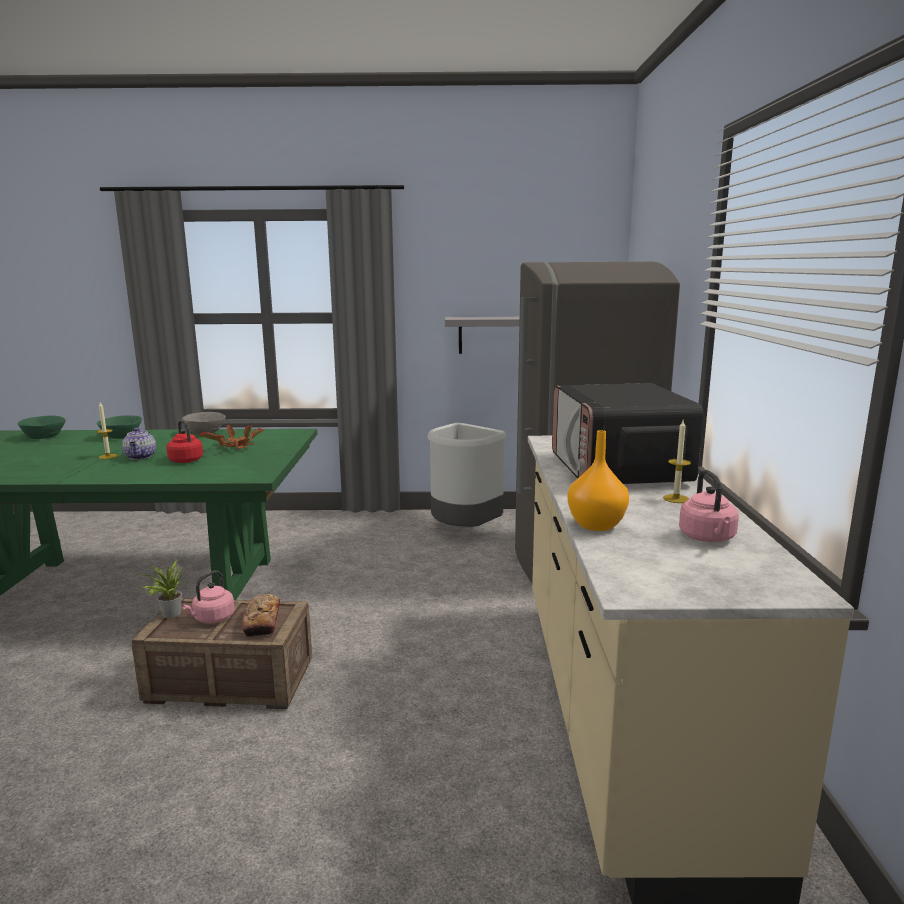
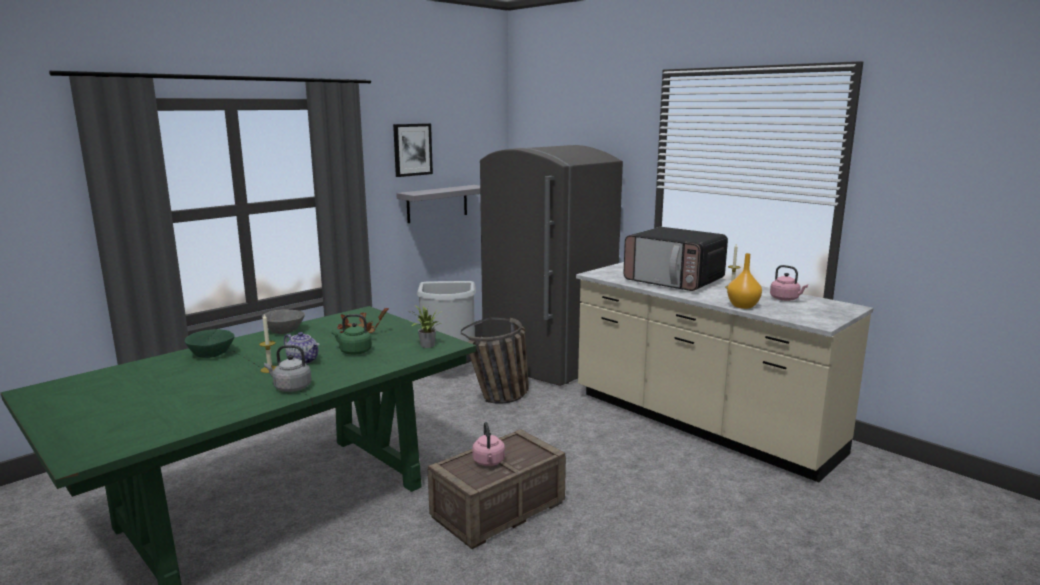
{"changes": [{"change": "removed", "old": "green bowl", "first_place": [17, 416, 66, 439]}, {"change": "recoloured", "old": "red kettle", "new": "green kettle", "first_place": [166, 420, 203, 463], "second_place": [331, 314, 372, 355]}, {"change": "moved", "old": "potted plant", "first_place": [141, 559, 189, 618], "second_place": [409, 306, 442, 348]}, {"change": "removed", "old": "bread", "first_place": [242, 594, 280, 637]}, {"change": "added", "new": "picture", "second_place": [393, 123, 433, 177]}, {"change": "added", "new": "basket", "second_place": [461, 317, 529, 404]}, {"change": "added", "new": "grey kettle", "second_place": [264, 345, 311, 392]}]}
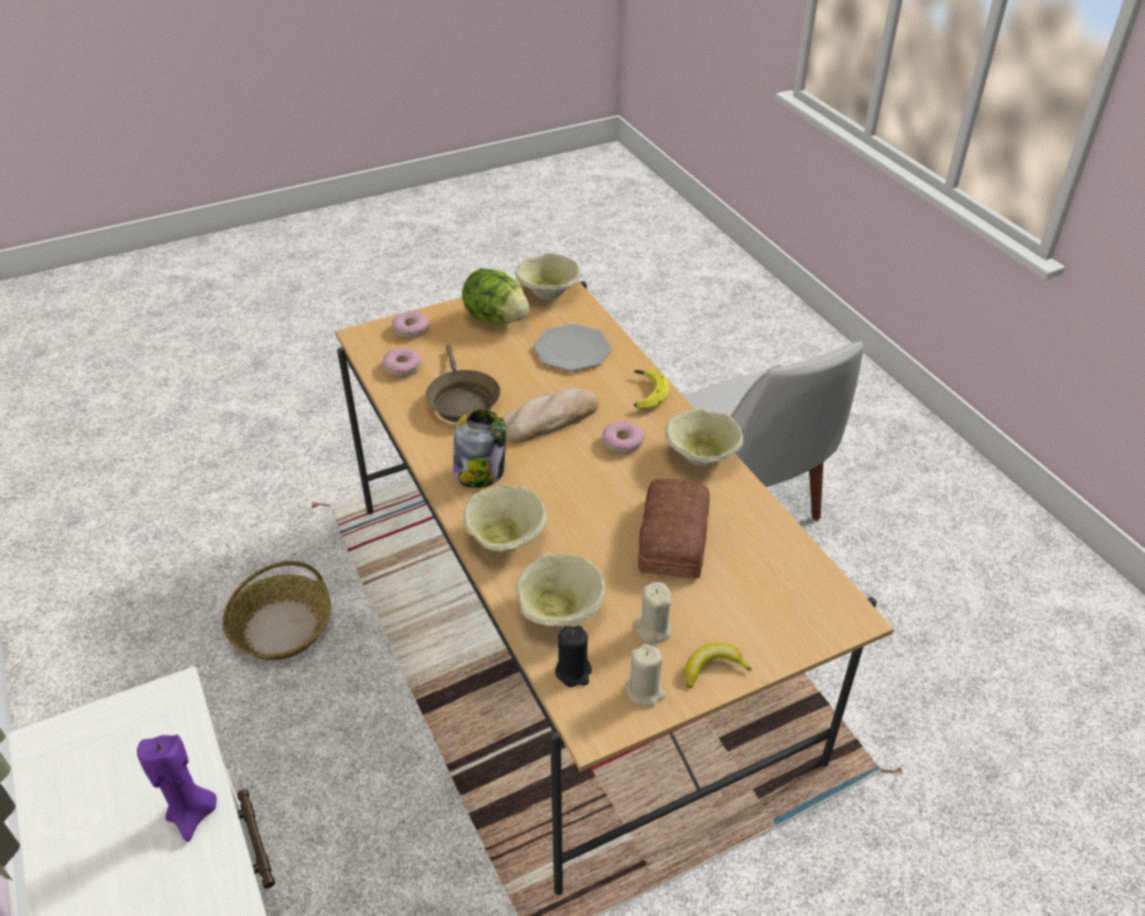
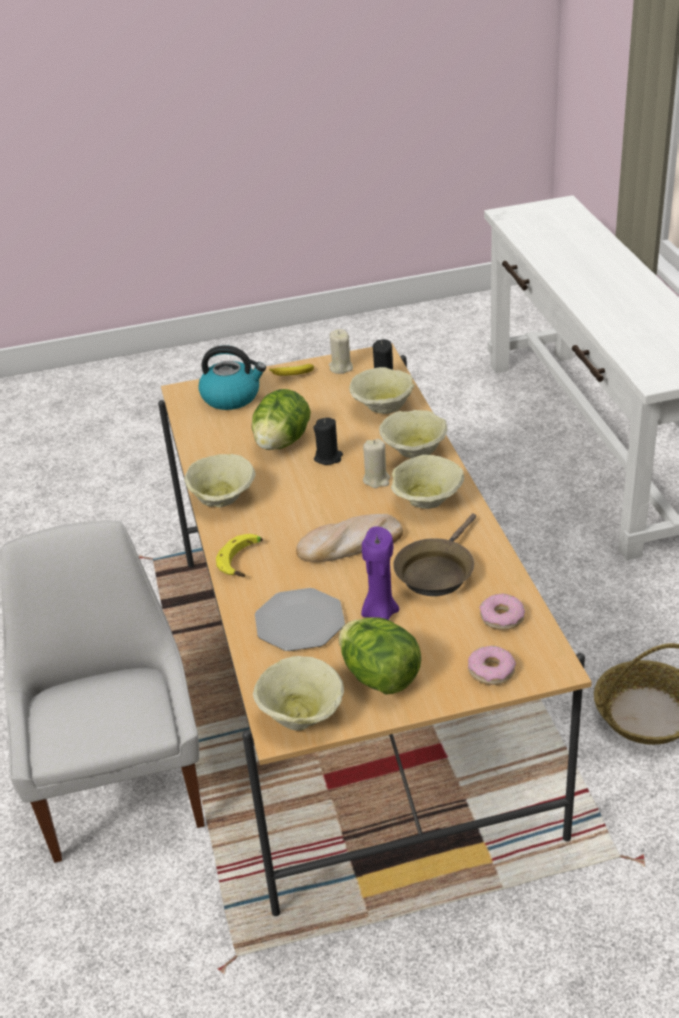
{"changes": [{"change": "turned", "old": "brown frying pan", "first_place": [426, 345, 500, 423], "second_place": [393, 513, 476, 596], "degrees": -150}, {"change": "replaced", "old": "jar", "new": "beige bowl", "first_place": [453, 409, 506, 488], "second_place": [391, 455, 464, 509]}, {"change": "removed", "old": "donut", "first_place": [602, 421, 644, 454]}, {"change": "replaced", "old": "bread", "new": "lettuce", "first_place": [638, 479, 710, 578], "second_place": [252, 389, 311, 450]}, {"change": "moved", "old": "beige candle", "first_place": [635, 582, 671, 644], "second_place": [363, 439, 390, 488]}, {"change": "moved", "old": "purple candle", "first_place": [137, 735, 217, 842], "second_place": [361, 526, 399, 620]}, {"change": "added", "new": "kettle", "second_place": [198, 345, 266, 410]}, {"change": "added", "new": "black candle", "second_place": [313, 418, 343, 465]}]}
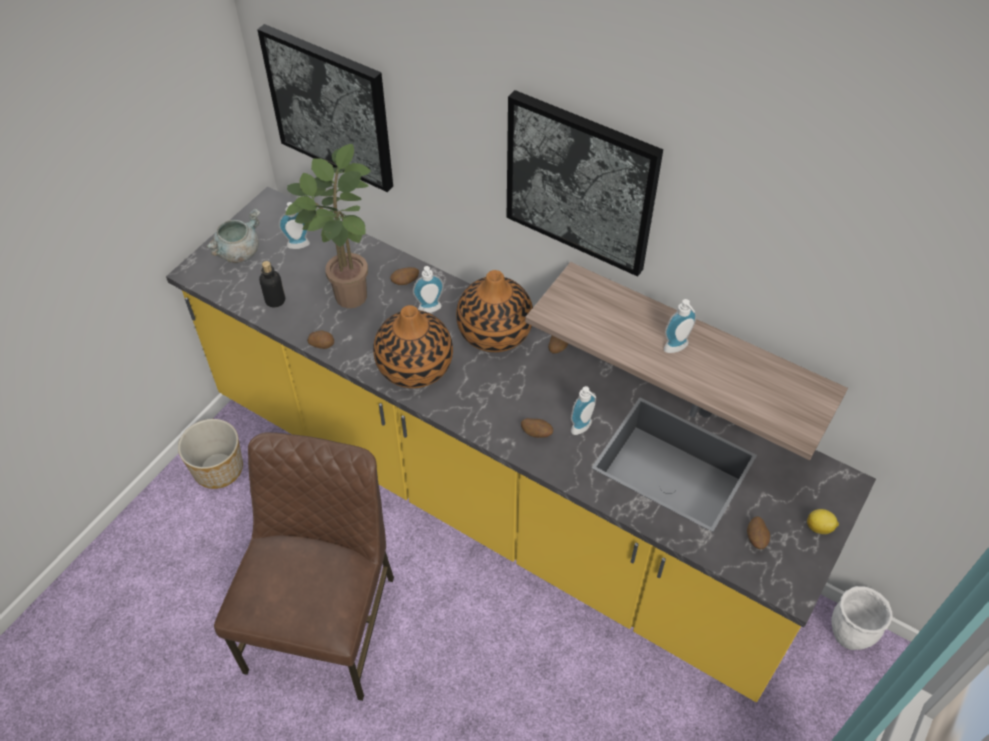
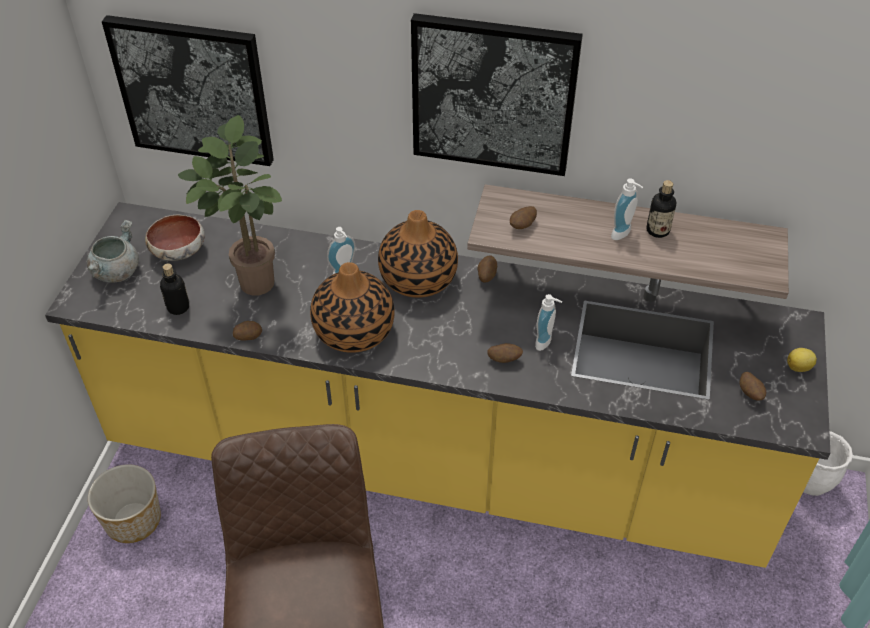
{"changes": [{"change": "replaced", "old": "soap dispenser", "new": "bowl", "first_place": [279, 202, 310, 249], "second_place": [145, 215, 205, 261]}, {"change": "moved", "old": "potato", "first_place": [390, 267, 419, 285], "second_place": [510, 206, 537, 229]}, {"change": "added", "new": "bottle", "second_place": [646, 180, 676, 238]}]}
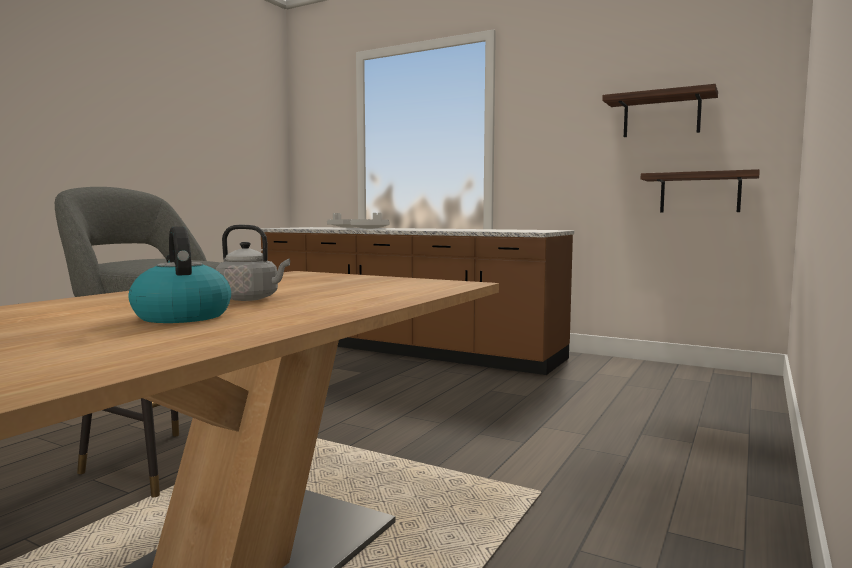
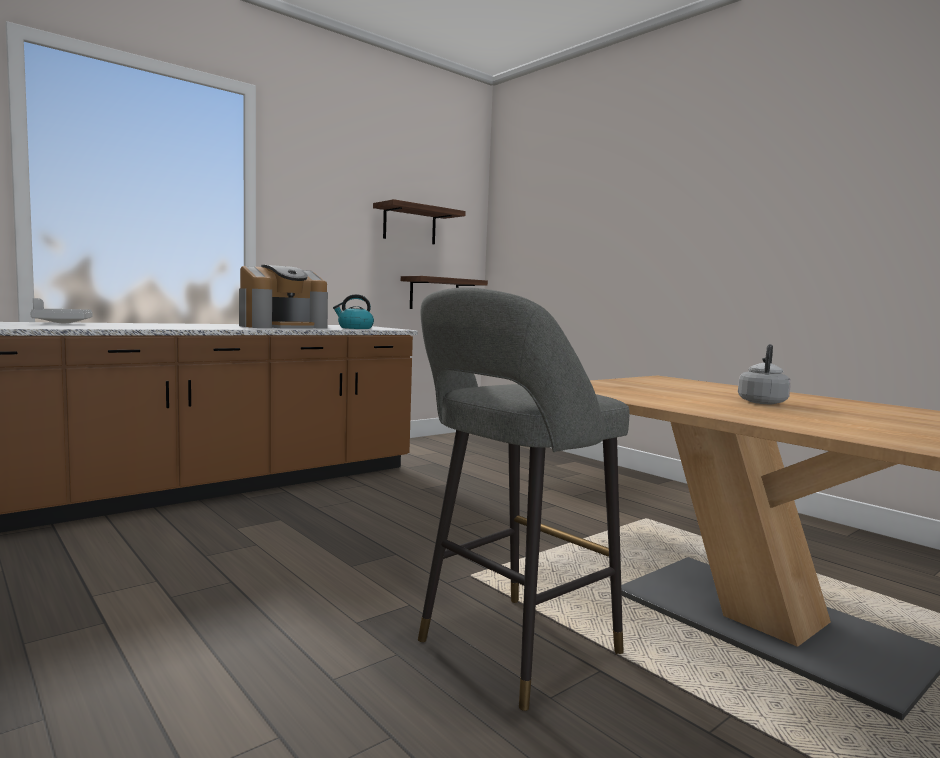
{"changes": [{"change": "removed", "old": "grey tray", "first_place": [350, 213, 390, 229]}, {"change": "moved", "old": "kettle", "first_place": [128, 226, 231, 323], "second_place": [333, 294, 374, 329]}, {"change": "added", "new": "coffee machine", "second_place": [239, 265, 328, 328]}]}
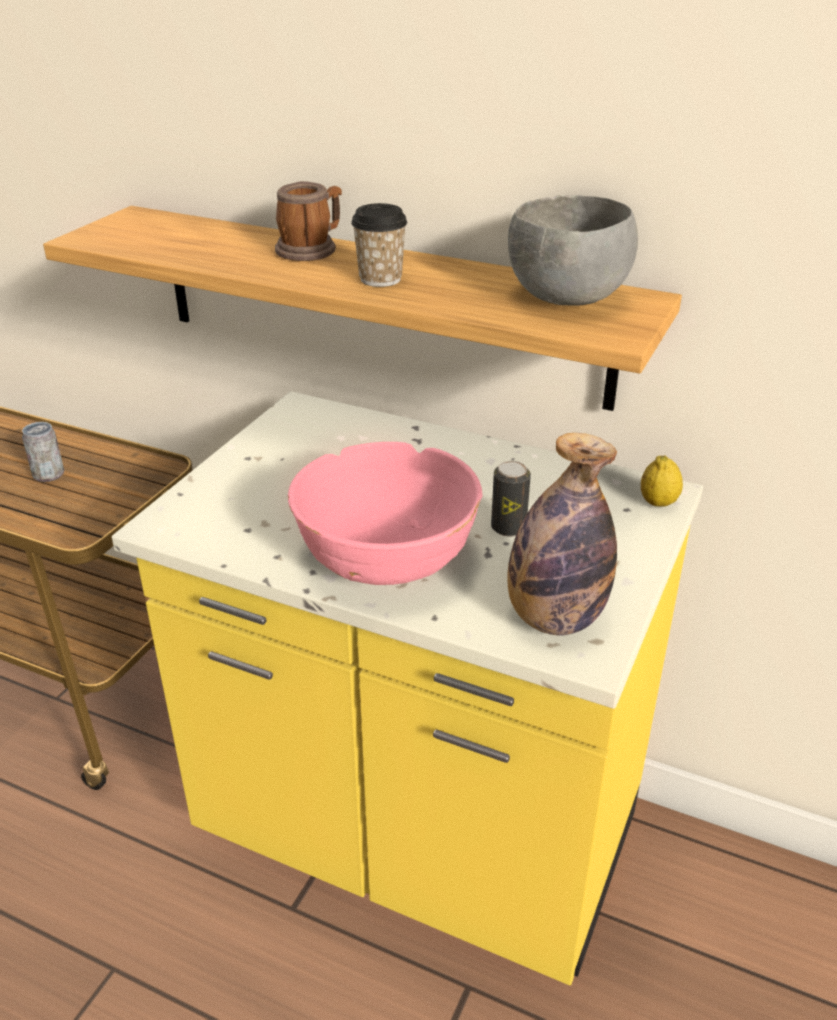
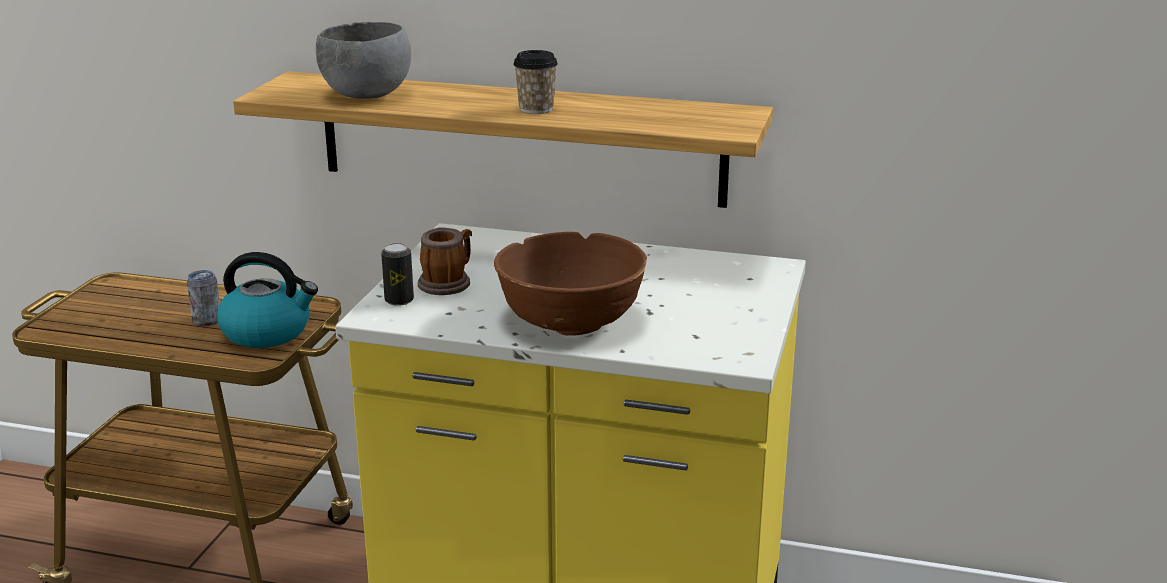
{"changes": [{"change": "moved", "old": "mug", "first_place": [275, 181, 342, 261], "second_place": [418, 227, 472, 295]}, {"change": "moved", "old": "grey bowl", "first_place": [508, 195, 638, 306], "second_place": [316, 22, 411, 99]}, {"change": "removed", "old": "bottle", "first_place": [507, 433, 617, 636]}, {"change": "recoloured", "old": "pink bowl", "new": "brown bowl", "first_place": [288, 442, 482, 585], "second_place": [494, 232, 647, 336]}, {"change": "removed", "old": "lemon", "first_place": [641, 456, 683, 506]}, {"change": "moved", "old": "can", "first_place": [491, 461, 531, 537], "second_place": [381, 243, 414, 306]}, {"change": "added", "new": "kettle", "second_place": [217, 252, 318, 348]}]}
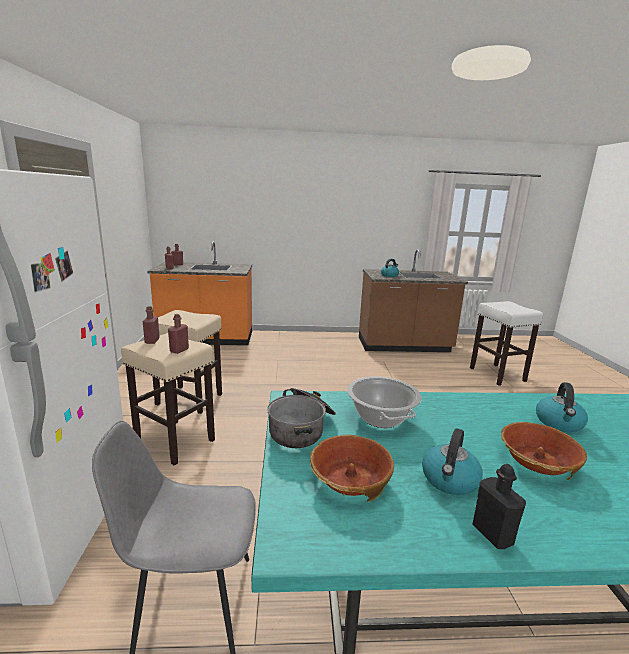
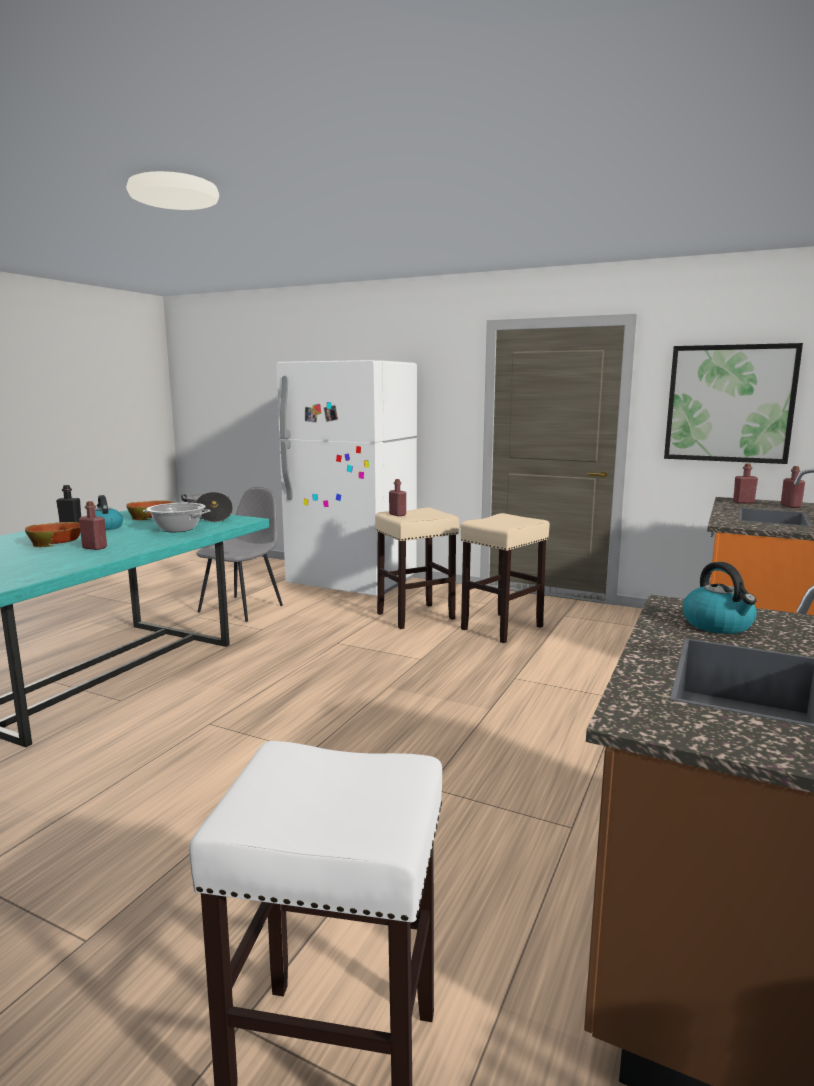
{"changes": [{"change": "moved", "old": "red bottle", "first_place": [143, 306, 160, 344], "second_place": [79, 501, 107, 550]}, {"change": "removed", "old": "kettle", "first_place": [536, 382, 588, 432]}, {"change": "added", "new": "picture", "second_place": [664, 343, 803, 464]}]}
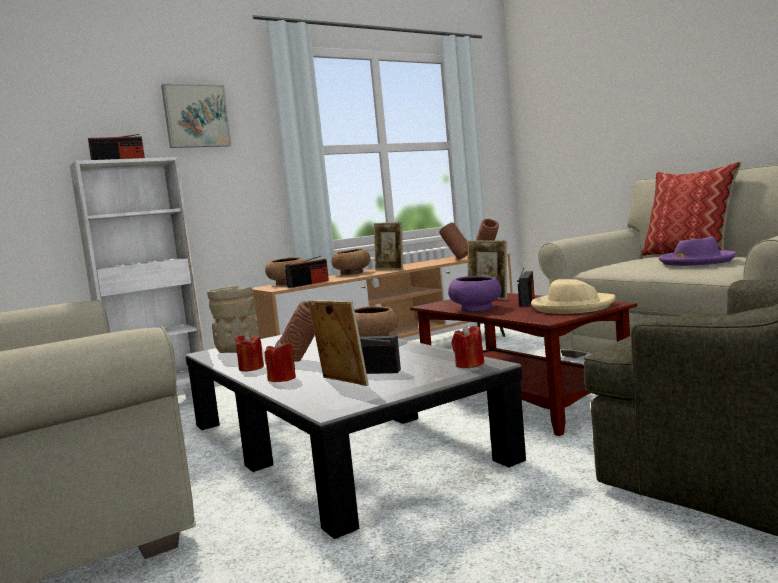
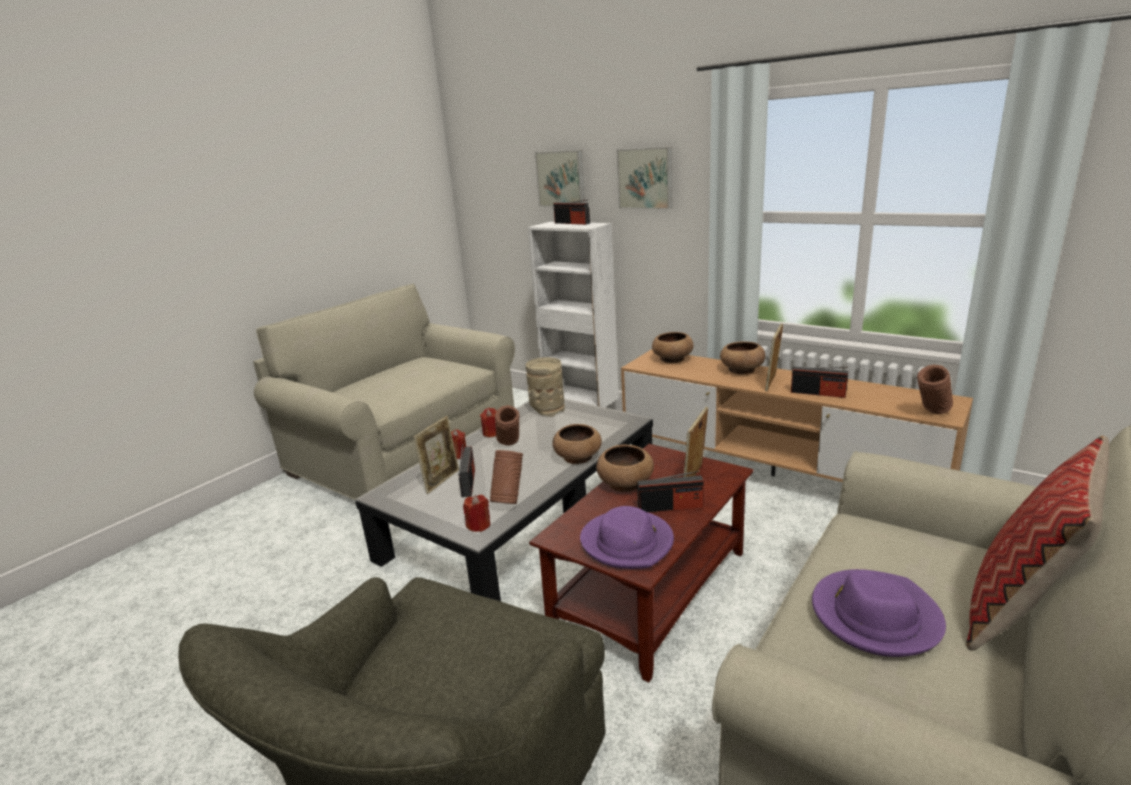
{"changes": [{"change": "moved", "old": "brown vase", "first_place": [439, 223, 468, 260], "second_place": [490, 450, 523, 504]}, {"change": "moved", "old": "radio", "first_place": [285, 256, 329, 288], "second_place": [791, 366, 848, 398]}, {"change": "recoloured", "old": "purple bowl", "new": "brown bowl", "first_place": [448, 276, 502, 312], "second_place": [596, 445, 654, 492]}, {"change": "recoloured", "old": "beige hat", "new": "purple hat", "first_place": [531, 279, 616, 314], "second_place": [580, 506, 674, 569]}, {"change": "added", "new": "picture", "second_place": [535, 150, 585, 207]}]}
